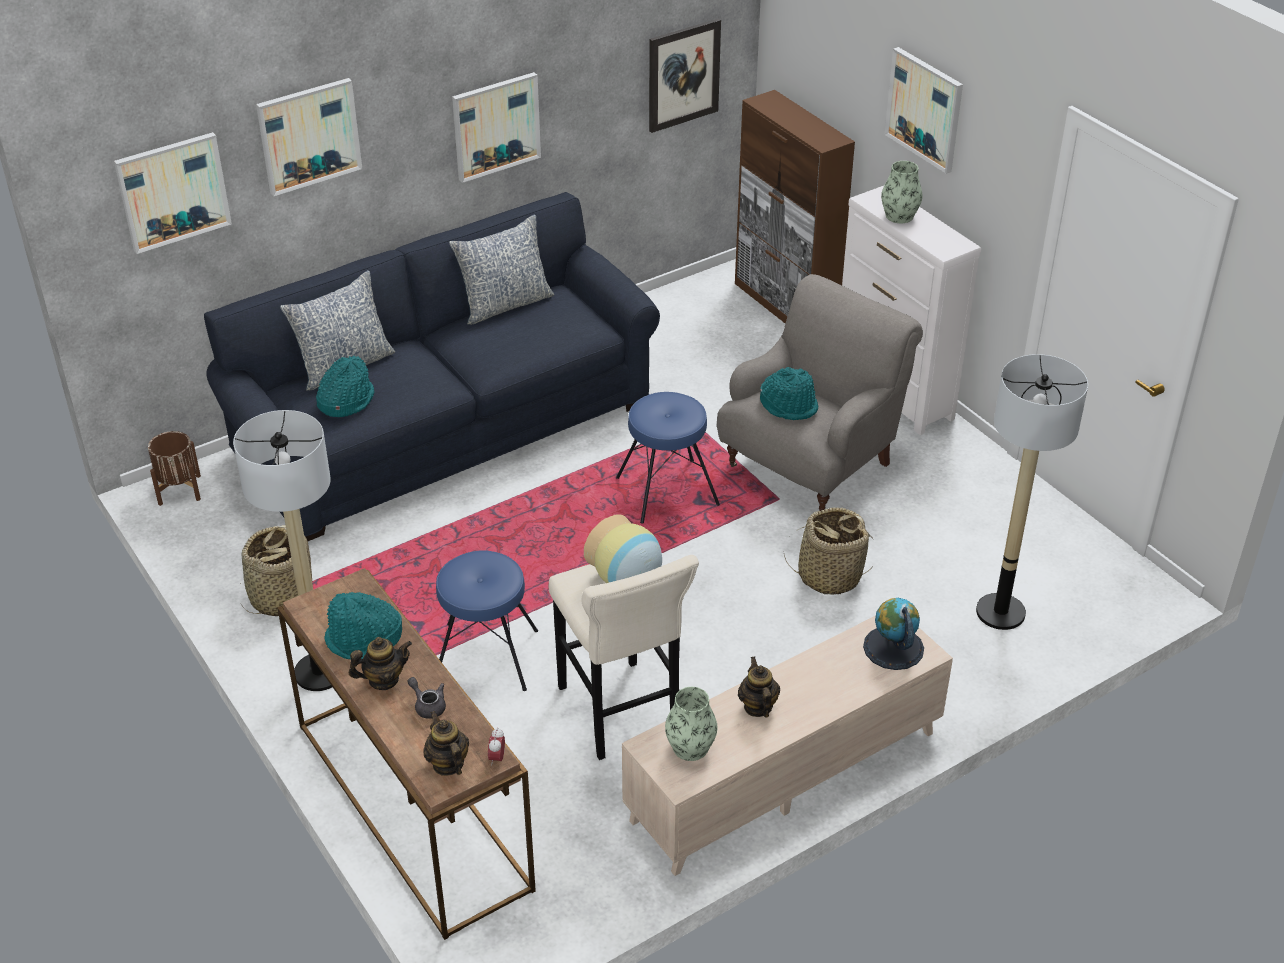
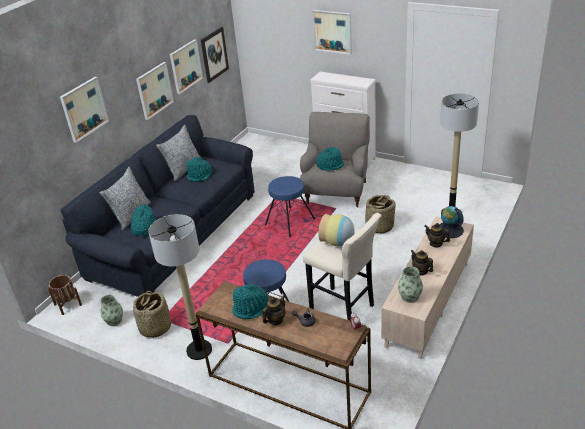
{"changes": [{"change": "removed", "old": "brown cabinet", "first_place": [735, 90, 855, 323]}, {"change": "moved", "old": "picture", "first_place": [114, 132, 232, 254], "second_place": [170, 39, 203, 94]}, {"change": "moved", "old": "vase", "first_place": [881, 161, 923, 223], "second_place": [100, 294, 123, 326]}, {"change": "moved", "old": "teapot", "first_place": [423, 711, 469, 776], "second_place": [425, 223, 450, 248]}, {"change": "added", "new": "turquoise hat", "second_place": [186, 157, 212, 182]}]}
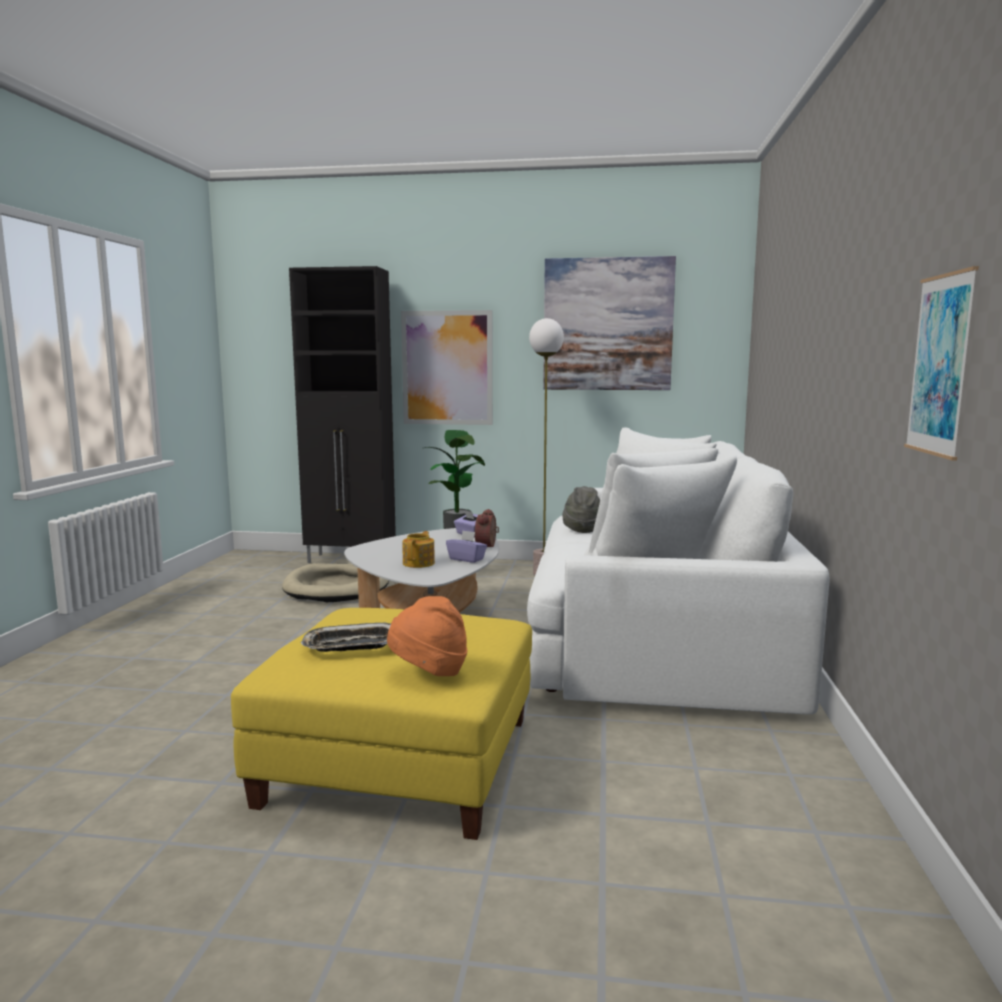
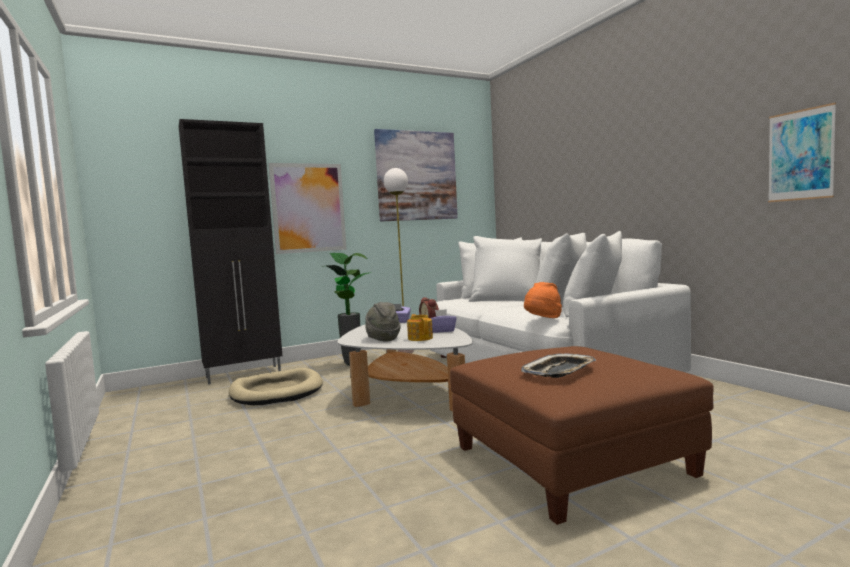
{"changes": [{"change": "moved", "old": "grey hat", "first_place": [562, 486, 600, 533], "second_place": [365, 302, 400, 341]}, {"change": "moved", "old": "orange hat", "first_place": [387, 596, 468, 676], "second_place": [524, 282, 562, 318]}, {"change": "recoloured", "old": "yellow ottoman", "new": "brown ottoman", "first_place": [231, 608, 532, 840], "second_place": [450, 346, 714, 525]}]}
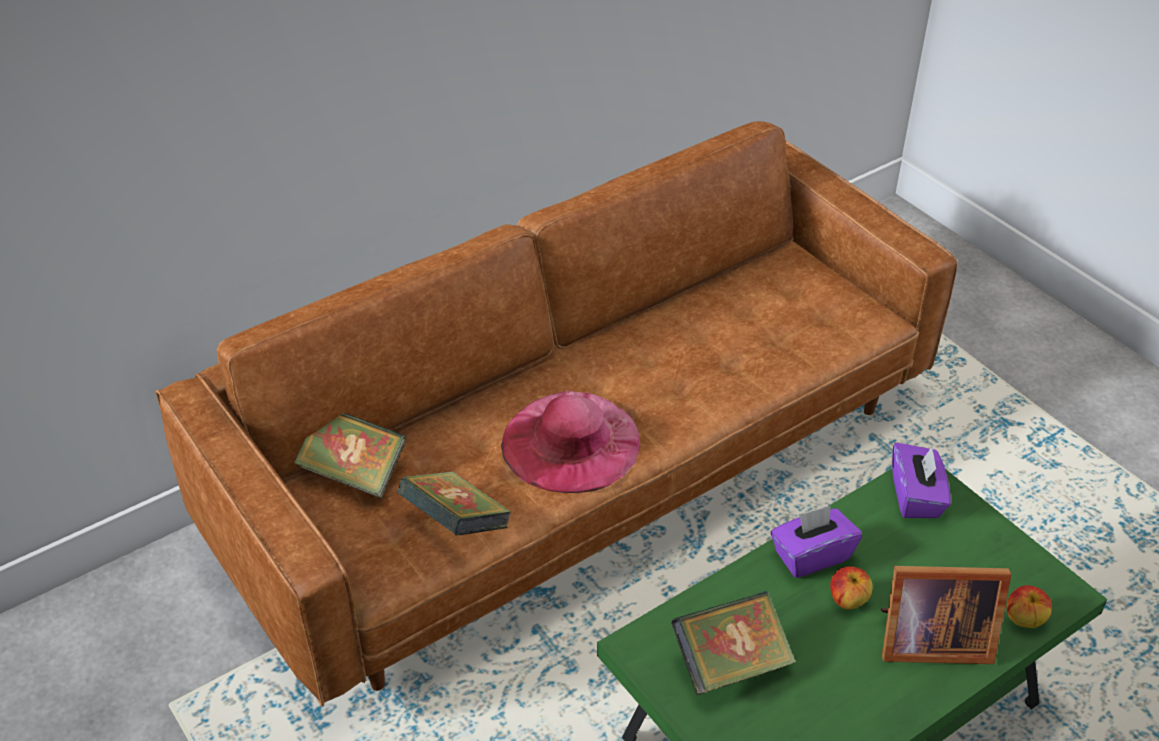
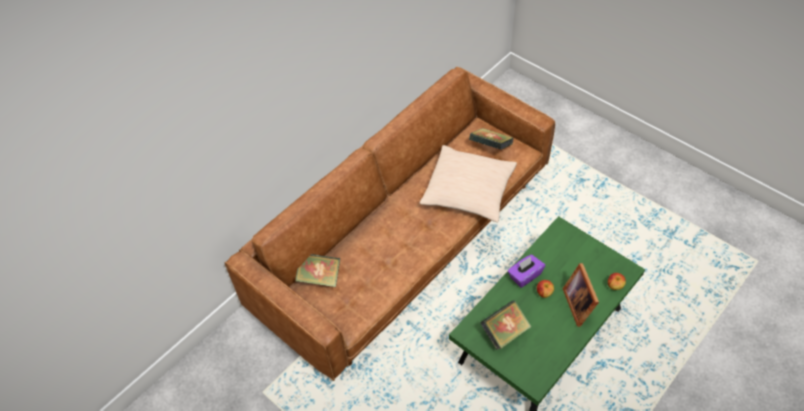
{"changes": [{"change": "removed", "old": "pink hat", "first_place": [501, 391, 640, 493]}, {"change": "removed", "old": "purple tissue box", "first_place": [892, 442, 951, 518]}, {"change": "moved", "old": "book", "first_place": [398, 471, 511, 535], "second_place": [469, 128, 514, 150]}, {"change": "turned", "old": "picture frame", "first_place": [881, 566, 1011, 664], "second_place": [562, 263, 599, 327], "degrees": 90}, {"change": "added", "new": "beige pillow", "second_place": [420, 145, 517, 222]}]}
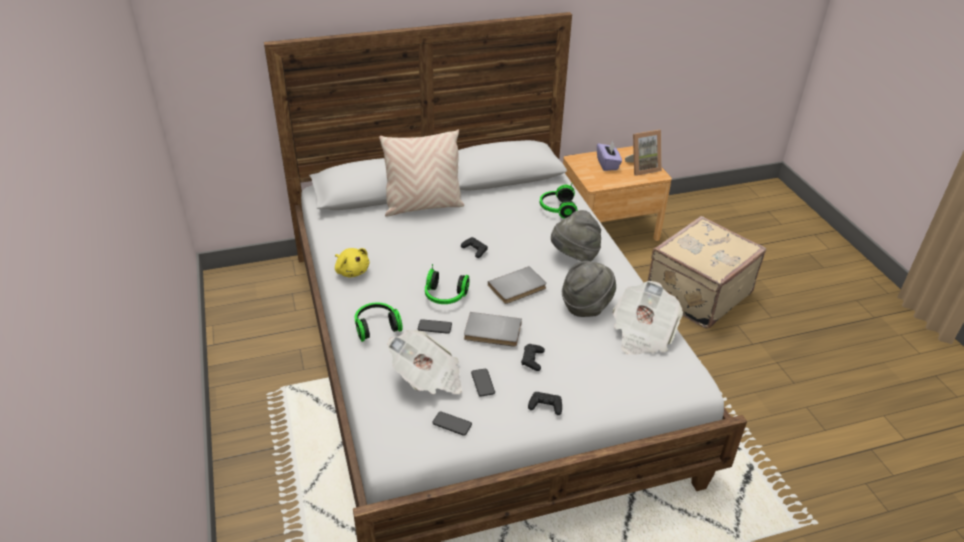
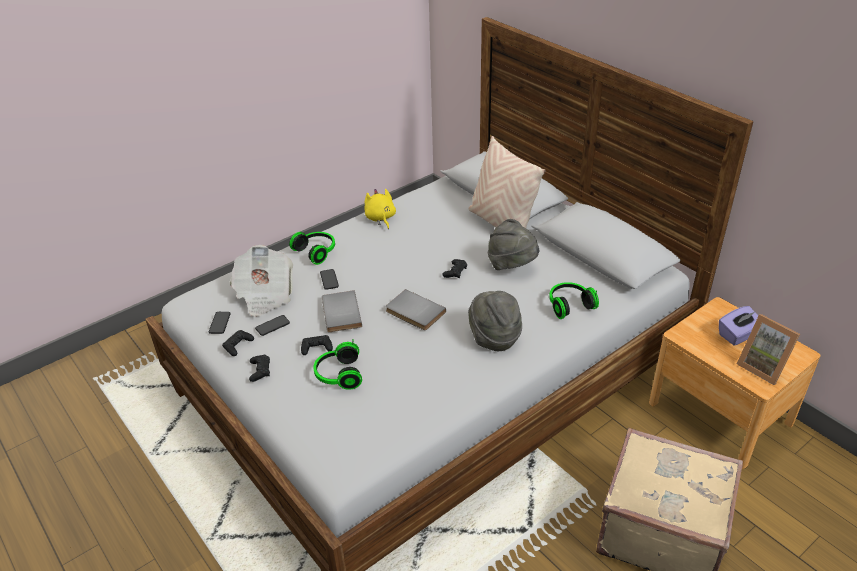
{"changes": [{"change": "turned", "old": "yellow plush toy", "first_place": [335, 248, 370, 277], "second_place": [364, 189, 396, 229], "degrees": 135}, {"change": "moved", "old": "grey hat", "first_place": [562, 261, 616, 317], "second_place": [488, 219, 539, 270]}, {"change": "moved", "old": "headphones", "first_place": [425, 264, 470, 304], "second_place": [313, 339, 362, 390]}, {"change": "removed", "old": "newspaper", "first_place": [613, 281, 683, 355]}, {"change": "added", "new": "black game controller", "second_place": [222, 330, 254, 356]}]}
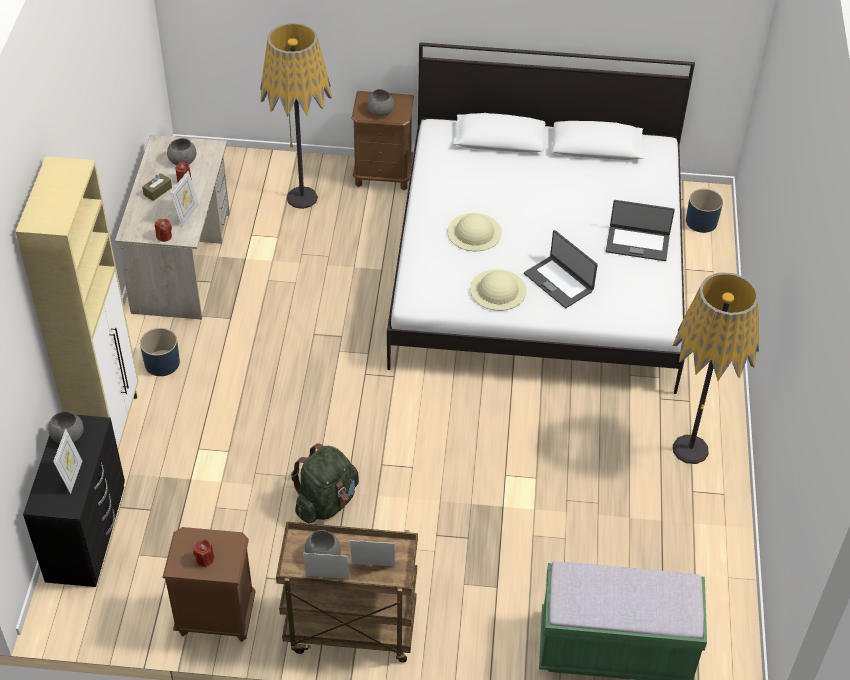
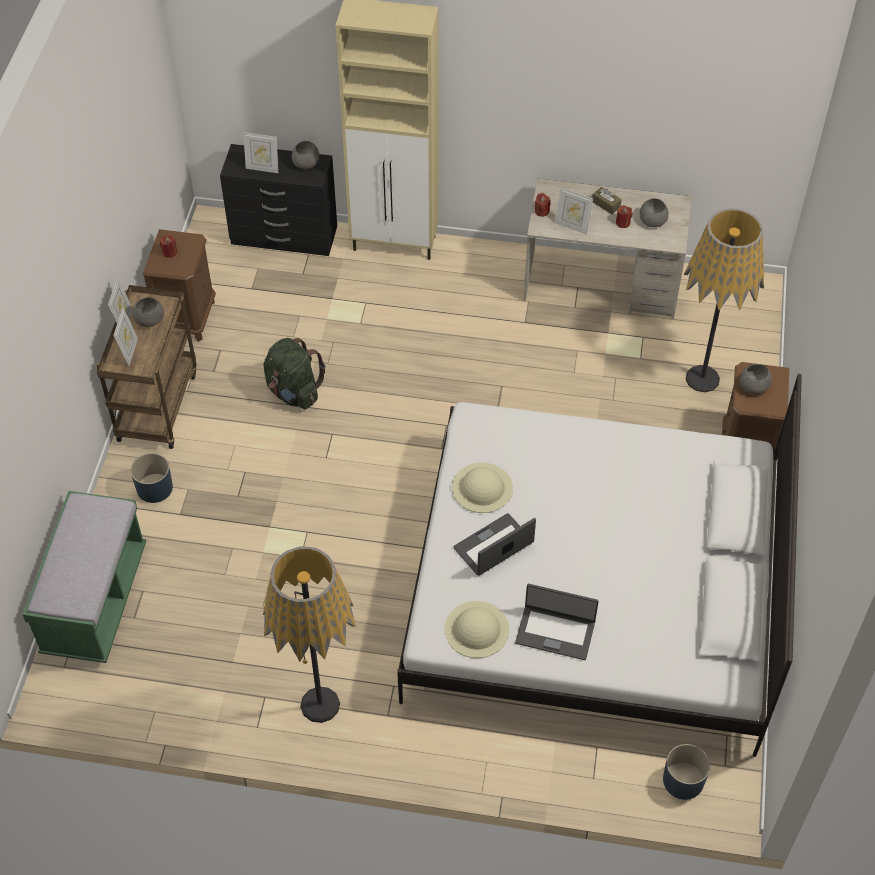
{"changes": [{"change": "turned", "old": "laptop", "first_place": [606, 200, 675, 261], "second_place": [515, 584, 599, 660], "degrees": -90}, {"change": "moved", "old": "beige hat", "first_place": [447, 213, 502, 251], "second_place": [445, 601, 509, 658]}, {"change": "moved", "old": "blue planter", "first_place": [140, 328, 180, 376], "second_place": [131, 453, 173, 503]}]}
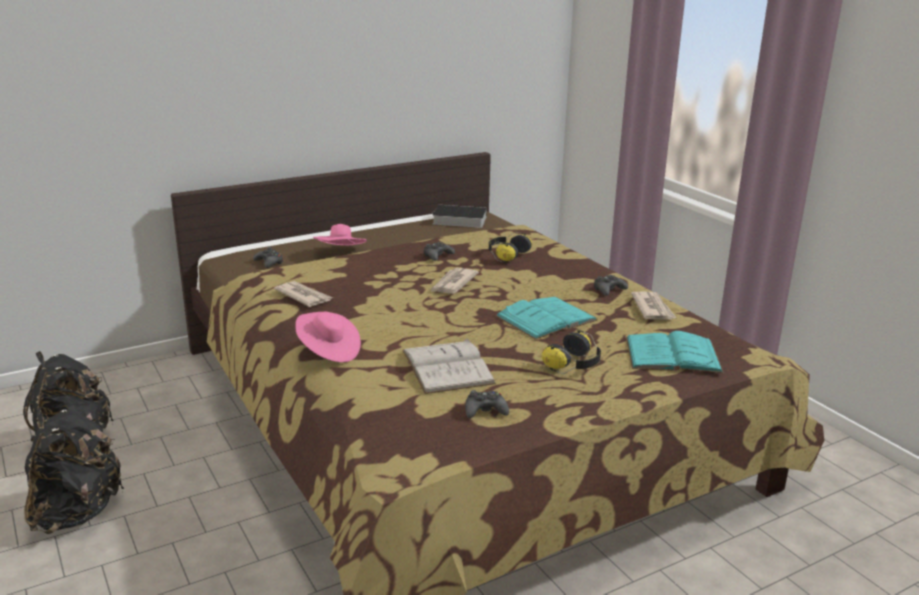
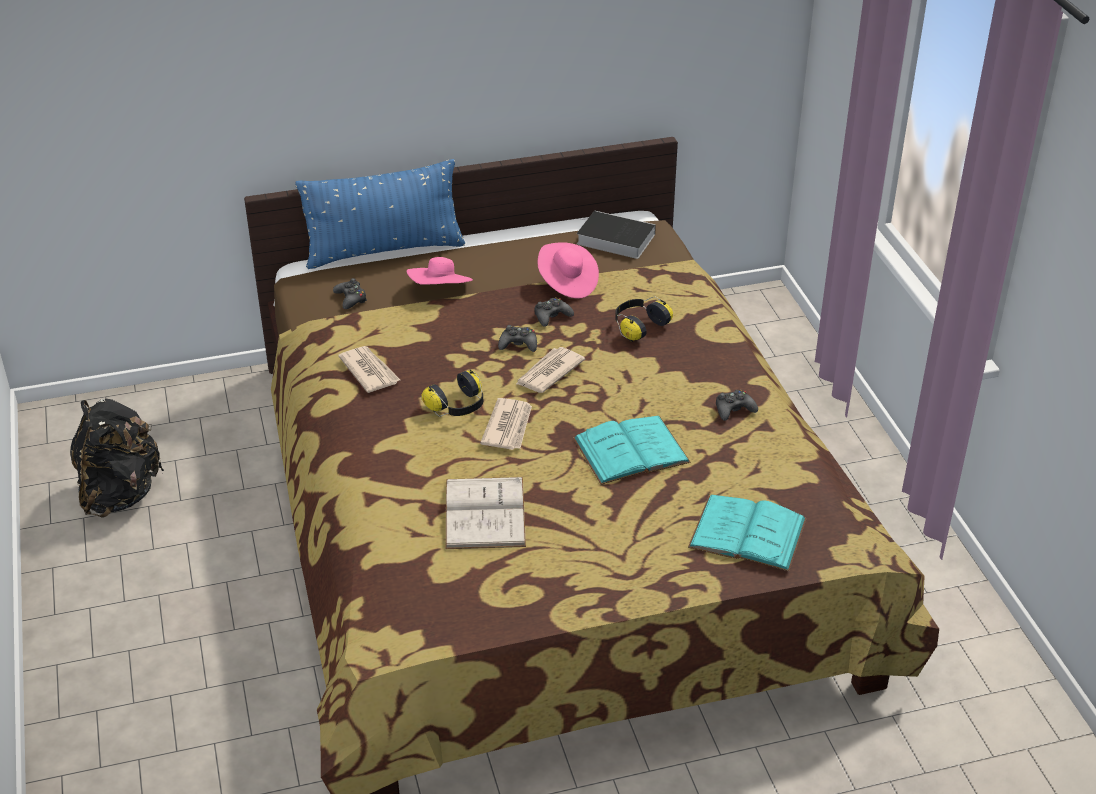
{"changes": [{"change": "moved", "old": "newspaper", "first_place": [631, 292, 676, 320], "second_place": [480, 398, 532, 450]}, {"change": "moved", "old": "pink hat", "first_place": [295, 311, 361, 362], "second_place": [538, 242, 599, 298]}, {"change": "moved", "old": "headphones", "first_place": [542, 329, 601, 374], "second_place": [422, 369, 483, 416]}, {"change": "moved", "old": "black game controller", "first_place": [465, 390, 509, 418], "second_place": [498, 325, 537, 352]}, {"change": "removed", "old": "black backpack", "first_place": [24, 407, 124, 534]}, {"change": "added", "new": "blue pillow", "second_place": [295, 159, 465, 269]}]}
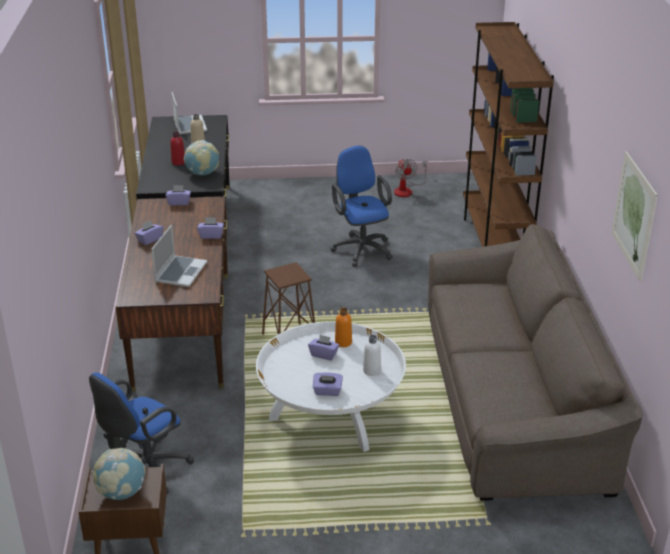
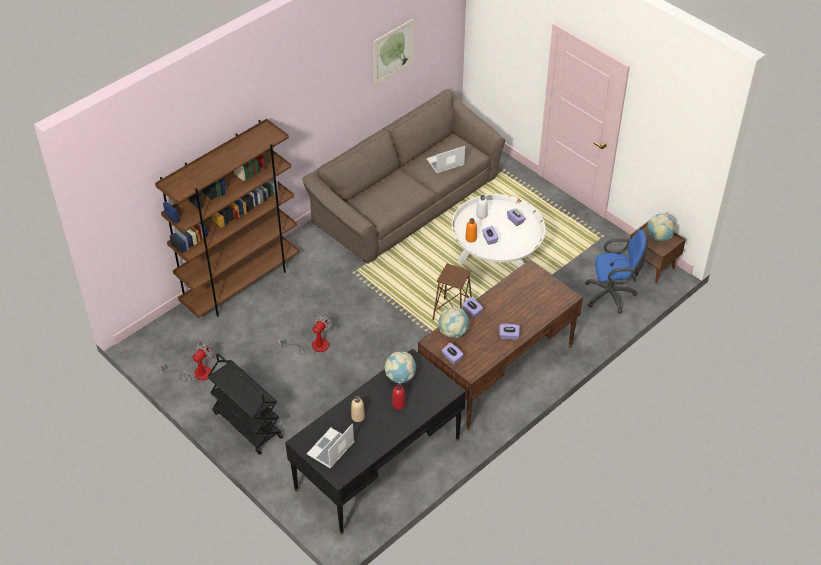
{"changes": [{"change": "replaced", "old": "blue office chair", "new": "fan", "first_place": [331, 146, 393, 267], "second_place": [277, 314, 332, 355]}, {"change": "moved", "old": "laptop", "first_place": [152, 225, 207, 287], "second_place": [426, 146, 465, 173]}, {"change": "added", "new": "globe", "second_place": [439, 307, 470, 338]}, {"change": "added", "new": "black cart", "second_place": [207, 353, 283, 455]}]}
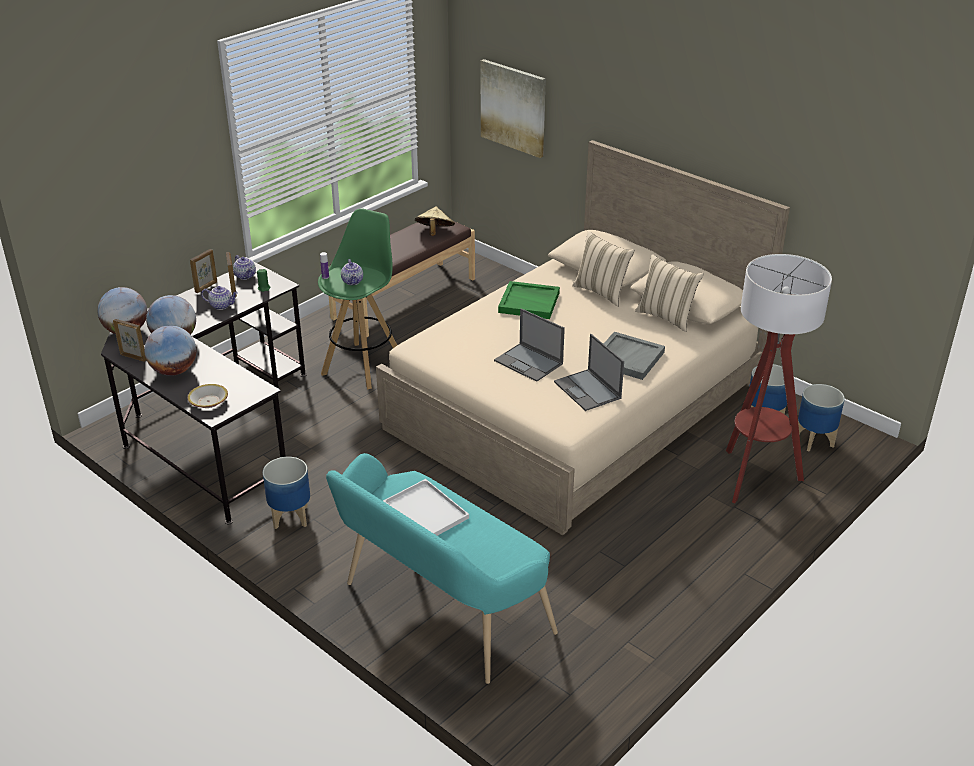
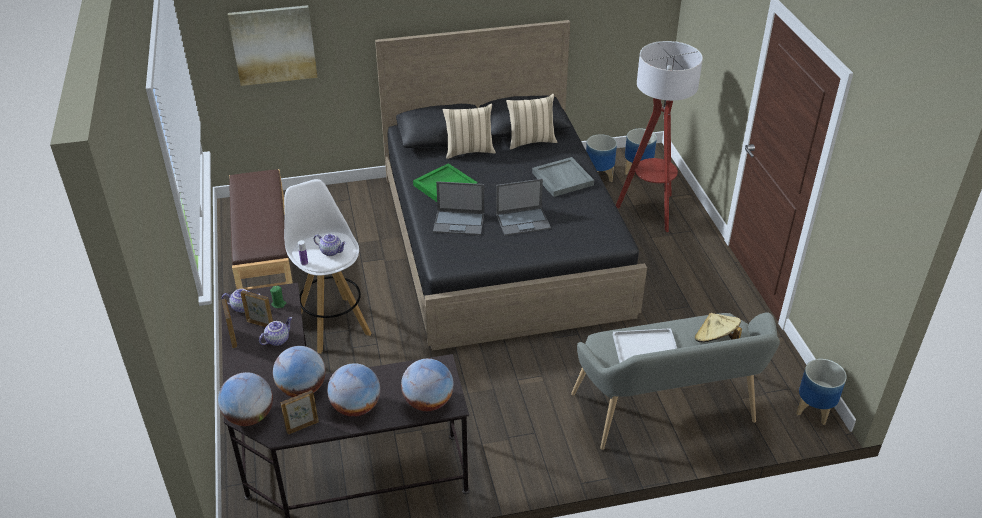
{"changes": [{"change": "recoloured", "old": "beige bed", "new": "black bed", "first_place": [376, 140, 790, 535], "second_place": [375, 20, 647, 351]}, {"change": "moved", "old": "beige hat", "first_place": [415, 206, 455, 236], "second_place": [695, 313, 742, 342]}, {"change": "recoloured", "old": "green stool", "new": "white stool", "first_place": [318, 208, 397, 389], "second_place": [284, 179, 371, 354]}, {"change": "moved", "old": "laptop", "first_place": [554, 334, 624, 411], "second_place": [433, 181, 484, 235]}, {"change": "replaced", "old": "bowl", "new": "globe", "first_place": [188, 384, 228, 408], "second_place": [401, 359, 454, 411]}, {"change": "recoloured", "old": "turquoise bench", "new": "grey bench", "first_place": [326, 453, 558, 684], "second_place": [571, 312, 780, 450]}, {"change": "moved", "old": "planter", "first_place": [263, 457, 310, 529], "second_place": [796, 359, 847, 425]}]}
